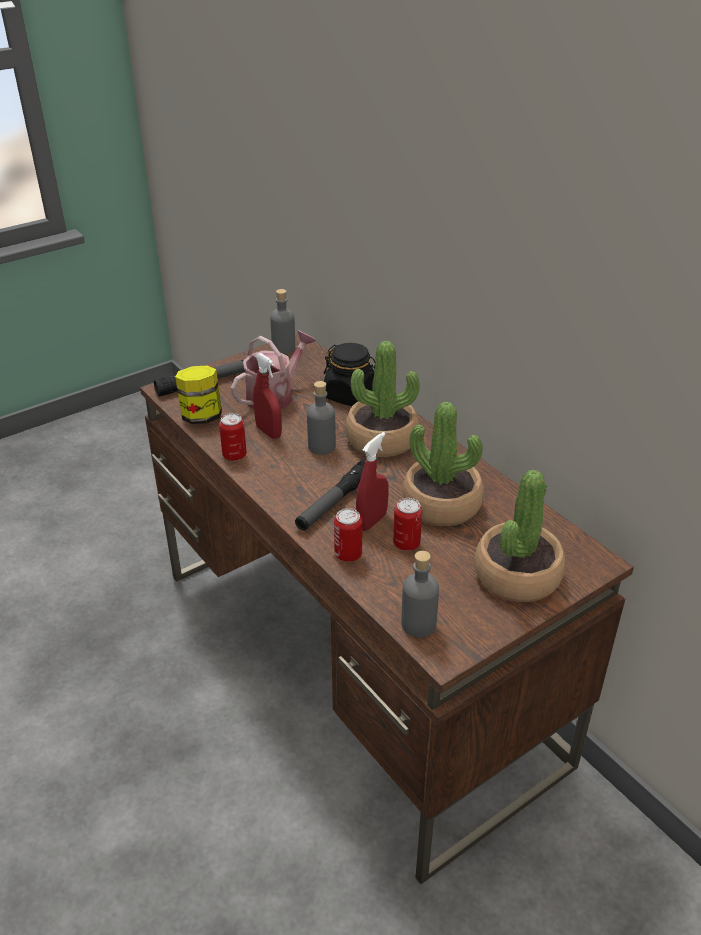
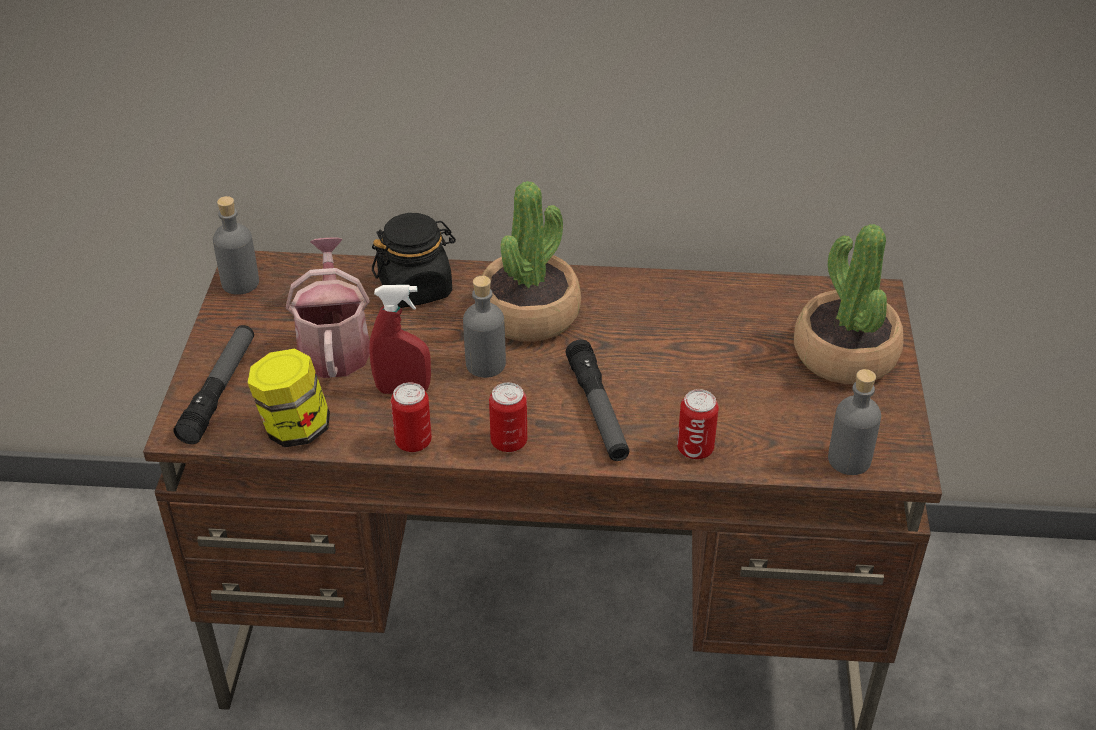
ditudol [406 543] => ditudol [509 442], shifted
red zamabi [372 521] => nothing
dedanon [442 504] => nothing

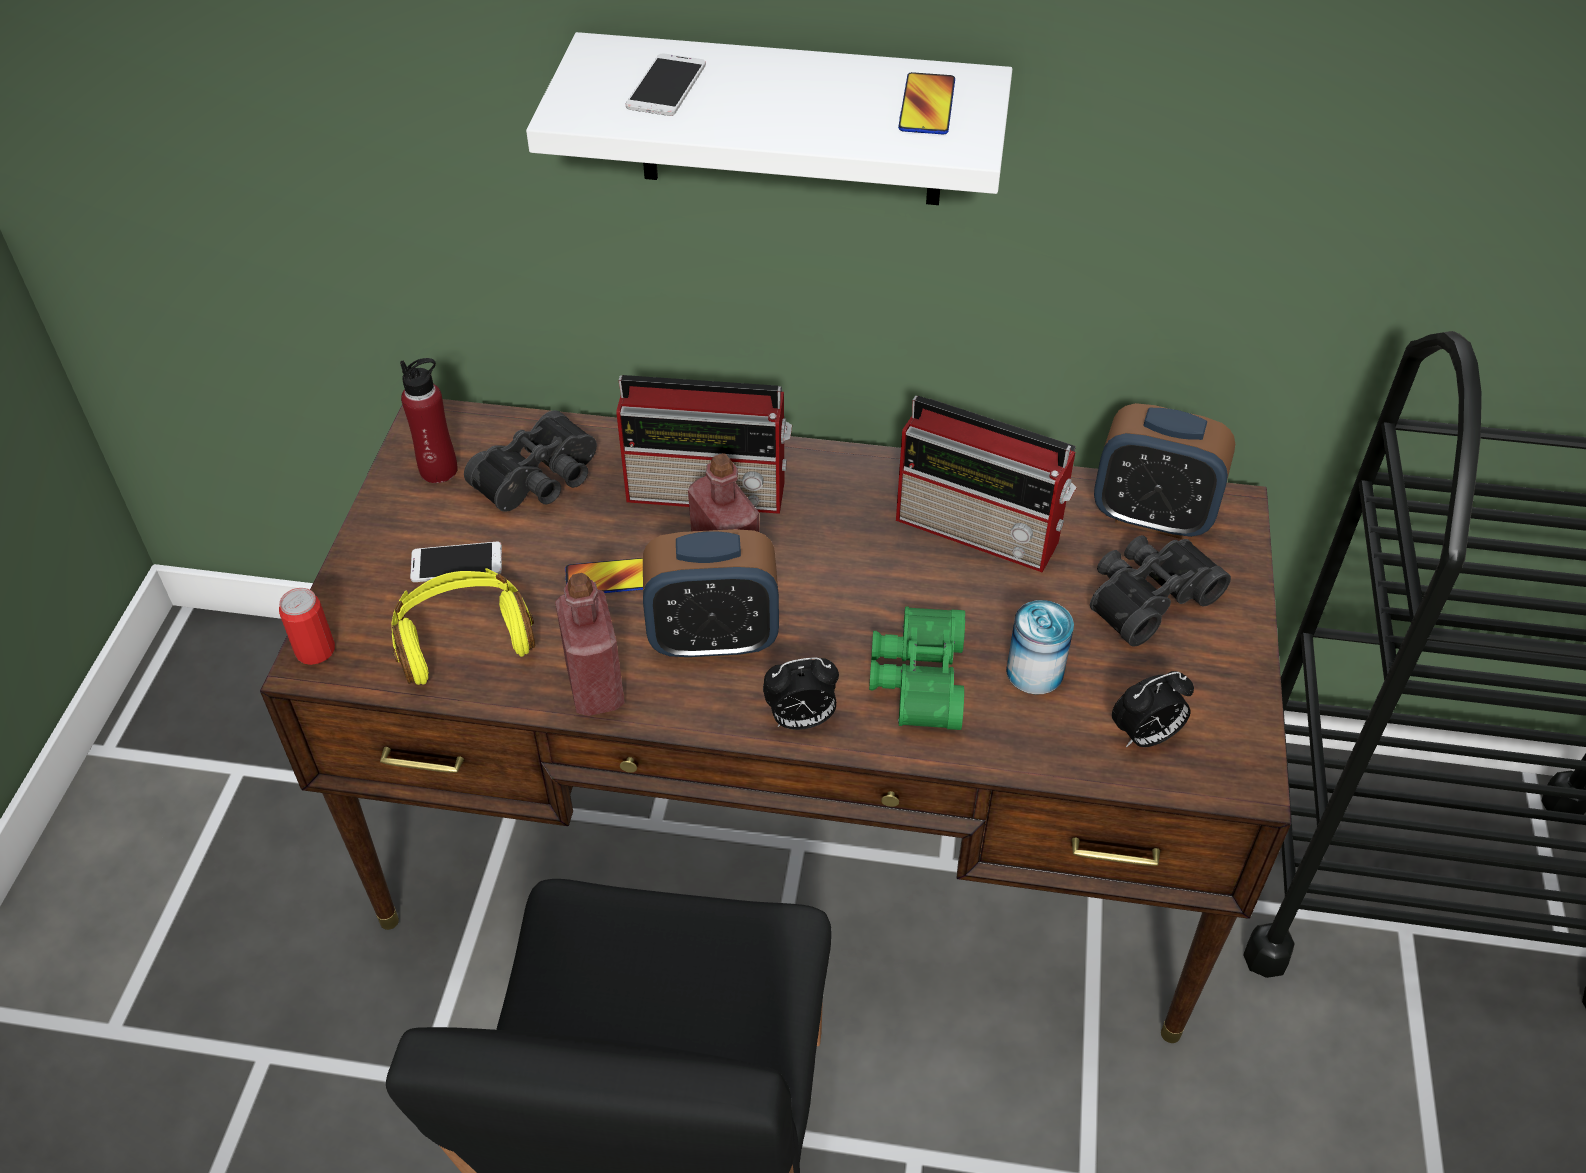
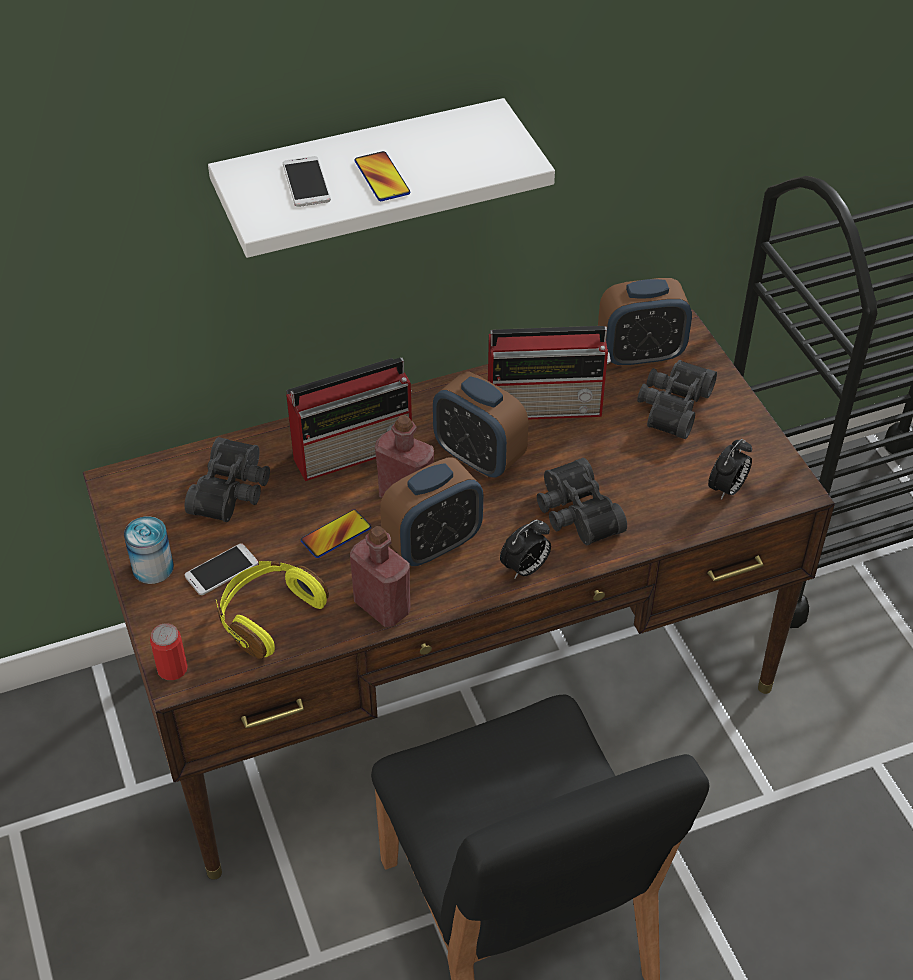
ditudol [1034 672] => ditudol [153 567], shifted
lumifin [926 106] => lumifin [382 178], shifted
nothing => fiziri [479 457]
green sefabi [915 679] => black sefabi [574 514]
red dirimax [439 470] => nothing

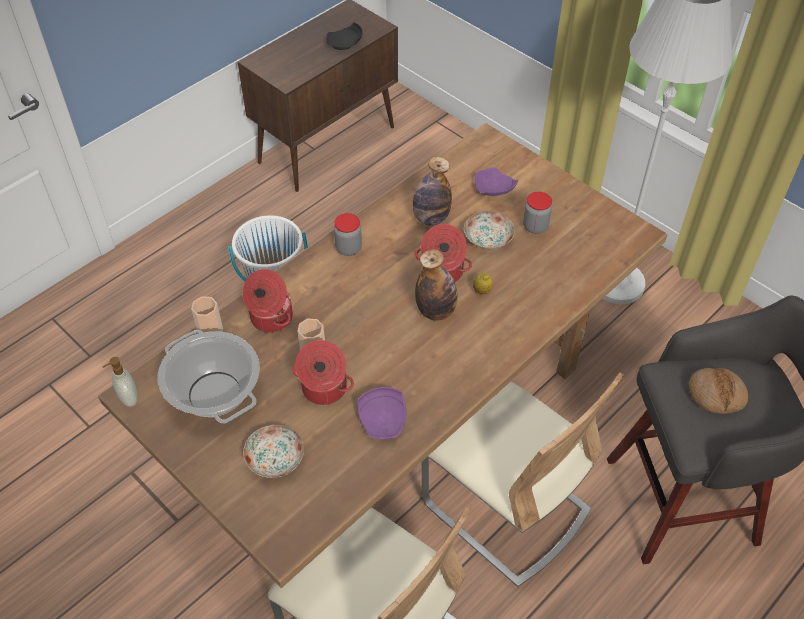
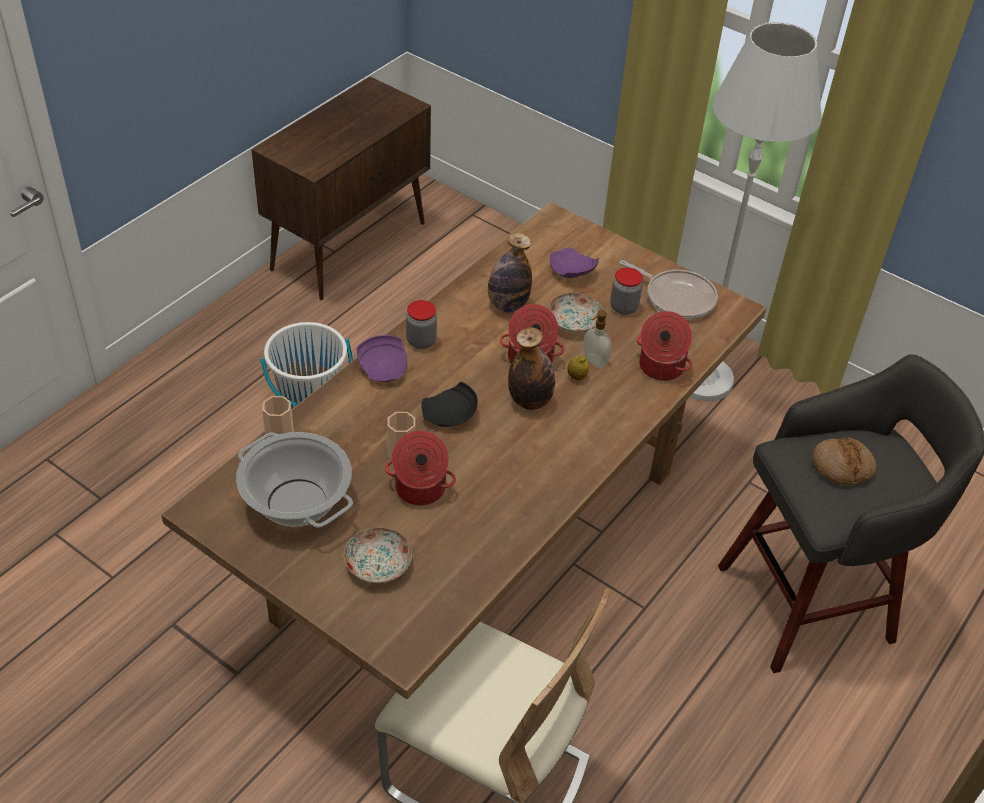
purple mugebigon [383 420] => purple mugebigon [384 368], shifted
black mugebigon [345 44] => black mugebigon [450 415], shifted
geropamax [128 398] => geropamax [594 361], shifted
nothing => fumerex [676 297]
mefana [270 318] => mefana [660 367], shifted
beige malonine [505 507] => nothing

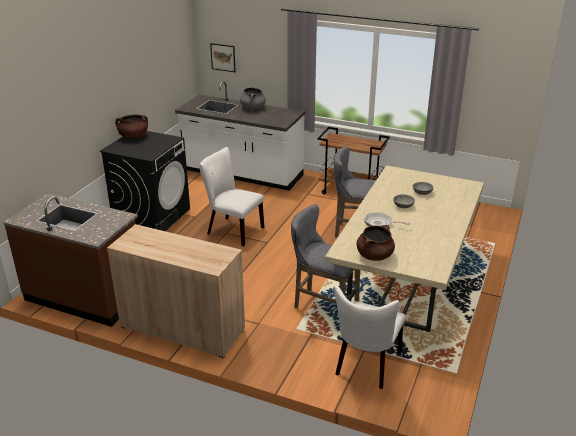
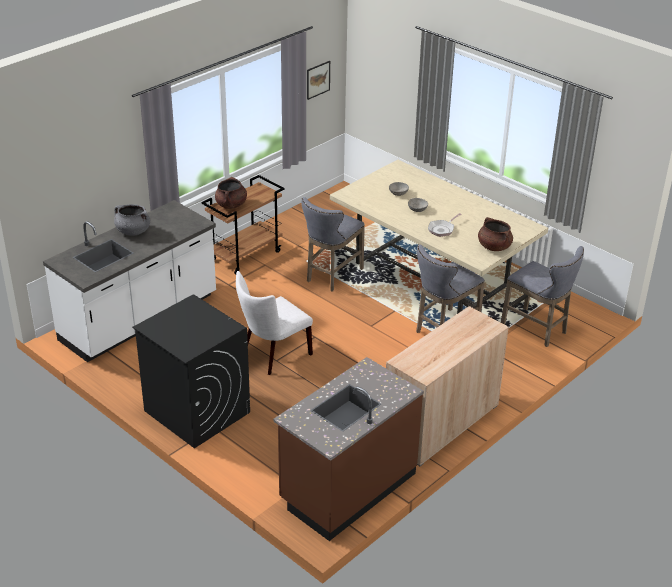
brown mefana [133 137] => brown mefana [231 205], shifted
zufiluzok [223 57] => zufiluzok [318 80], shifted
white malonine [366 366] => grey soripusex [537 329]

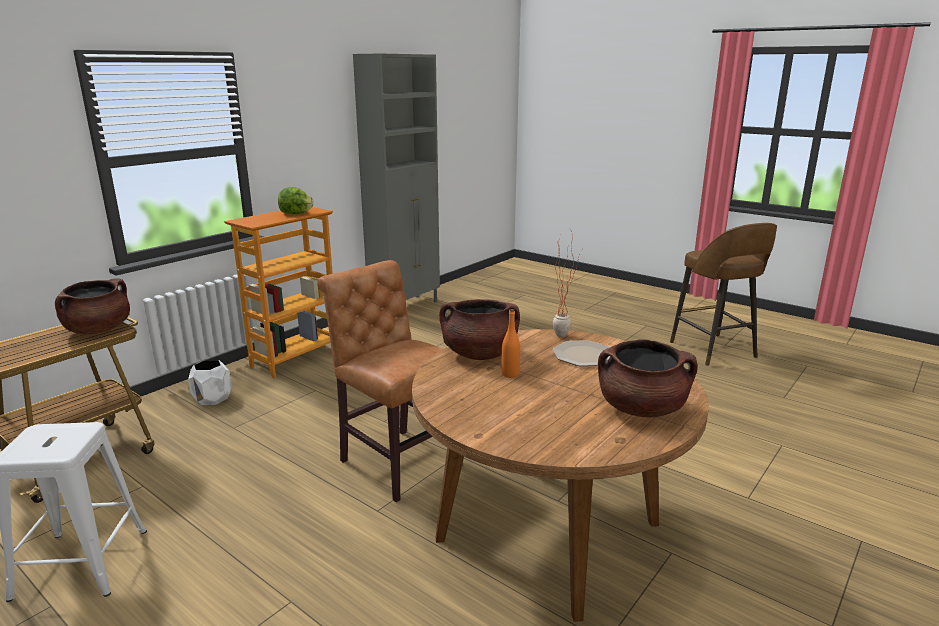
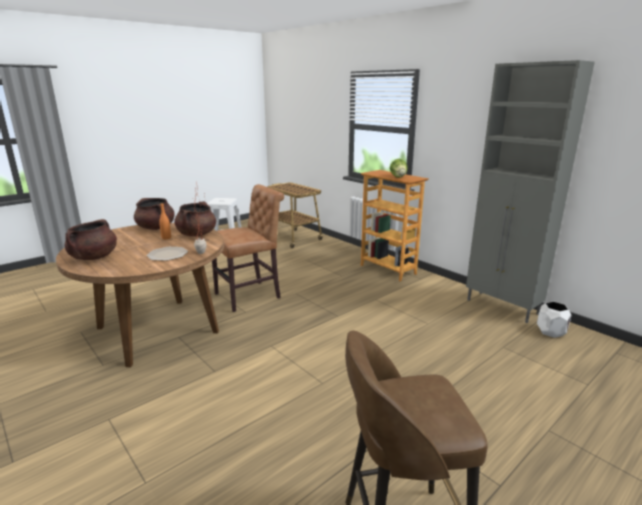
brown mefana [98 330] => brown mefana [156 228], shifted
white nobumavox [213 399] => white nobumavox [550 332], shifted

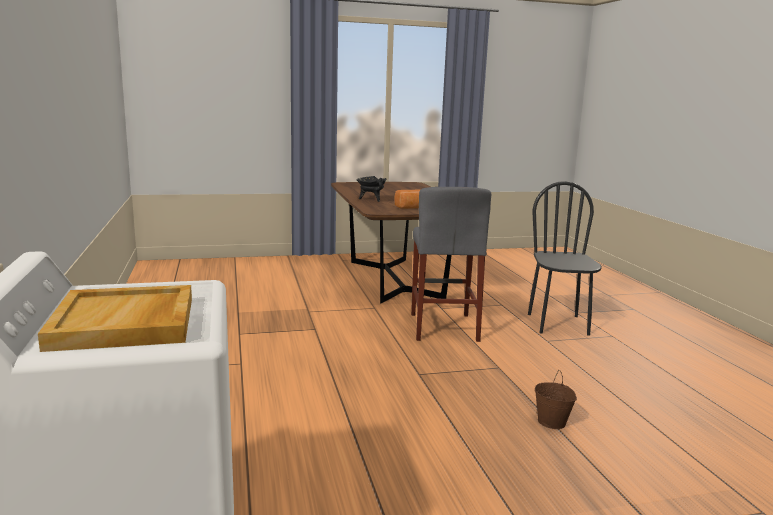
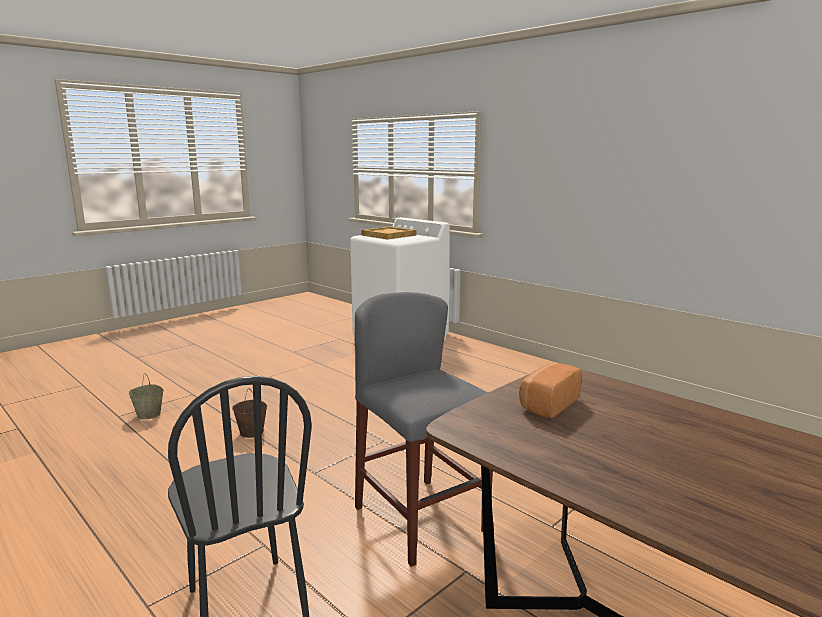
nothing => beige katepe [149 415]
black mefana [371 199] => nothing

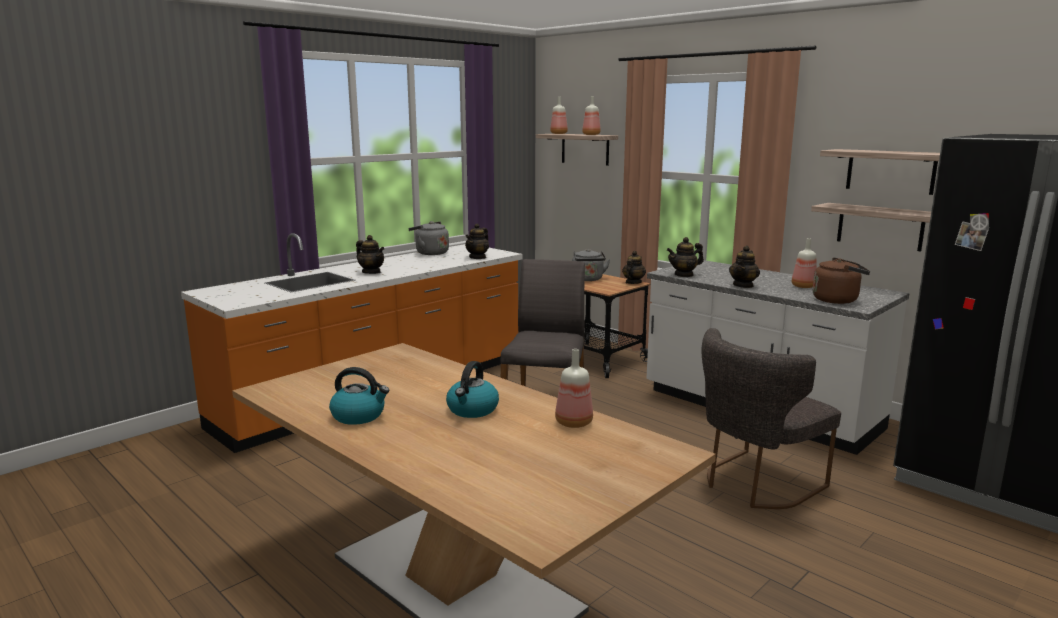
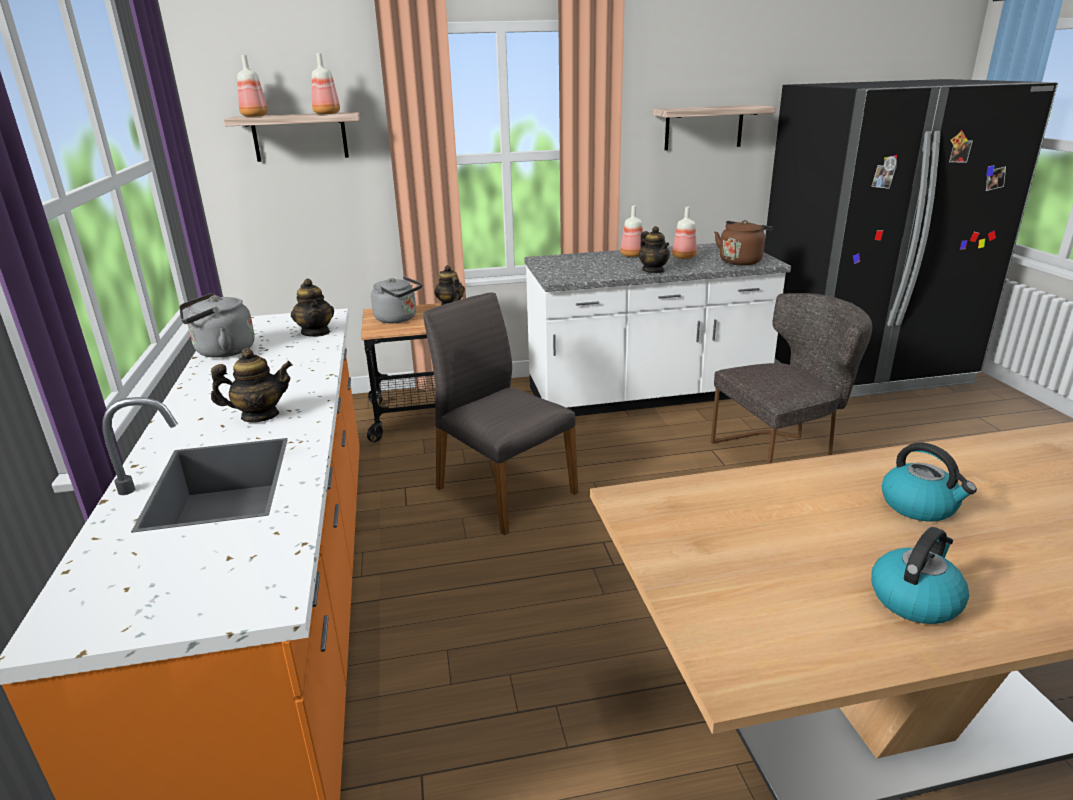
dirimax [572 423] => dirimax [632 255], shifted
grey malonine [755 484] => grey malonine [781 455], 105 degrees counterclockwise
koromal [684 275] => nothing
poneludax [880 226] => nothing

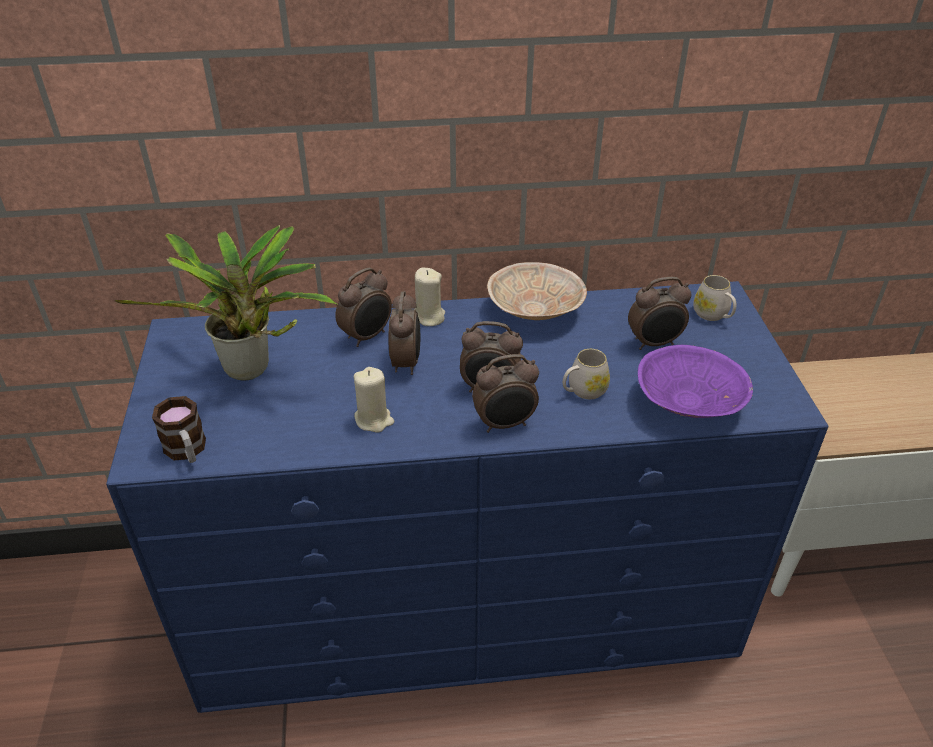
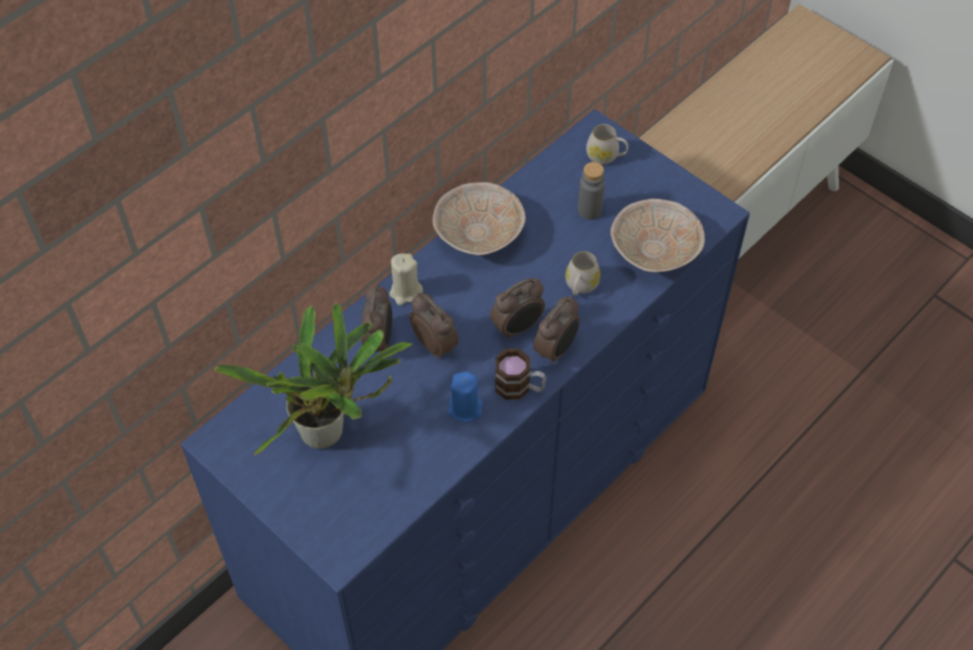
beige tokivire [374 420] => blue tokivire [465 408]
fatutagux [187 451] => fatutagux [519 387], shifted
fiziri [654 343] => grey dirimax [589 210]
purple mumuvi [690 403] => beige mumuvi [655 249]

